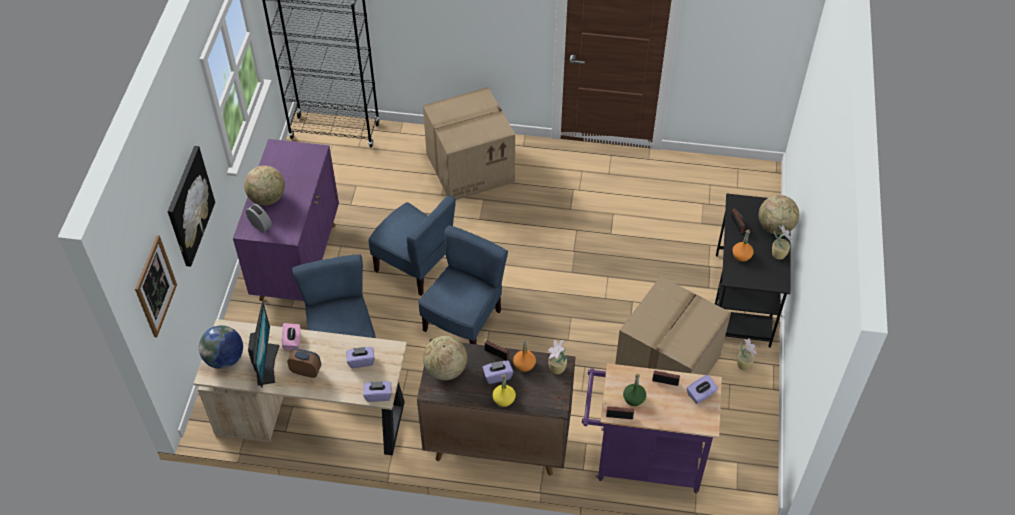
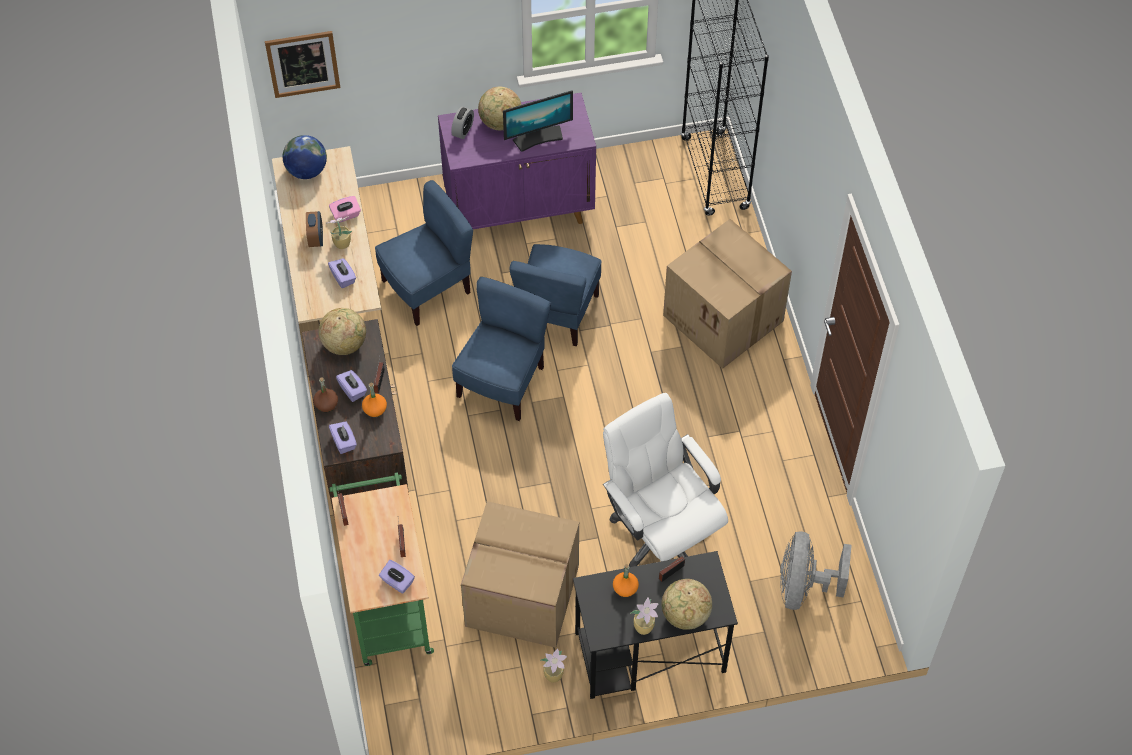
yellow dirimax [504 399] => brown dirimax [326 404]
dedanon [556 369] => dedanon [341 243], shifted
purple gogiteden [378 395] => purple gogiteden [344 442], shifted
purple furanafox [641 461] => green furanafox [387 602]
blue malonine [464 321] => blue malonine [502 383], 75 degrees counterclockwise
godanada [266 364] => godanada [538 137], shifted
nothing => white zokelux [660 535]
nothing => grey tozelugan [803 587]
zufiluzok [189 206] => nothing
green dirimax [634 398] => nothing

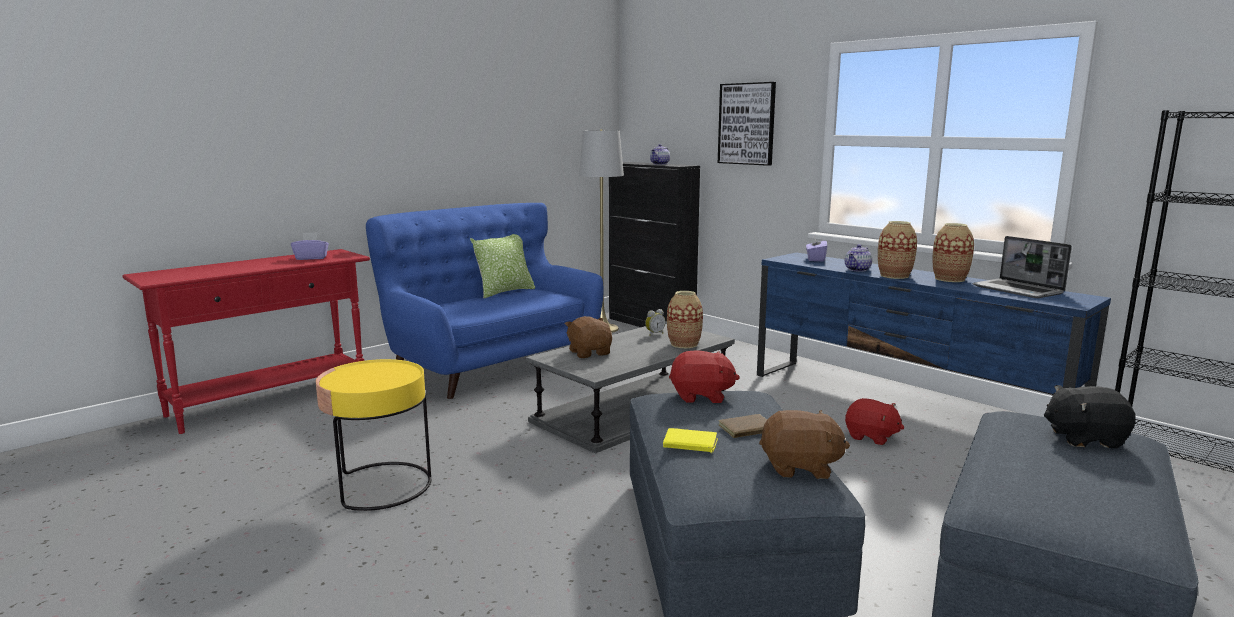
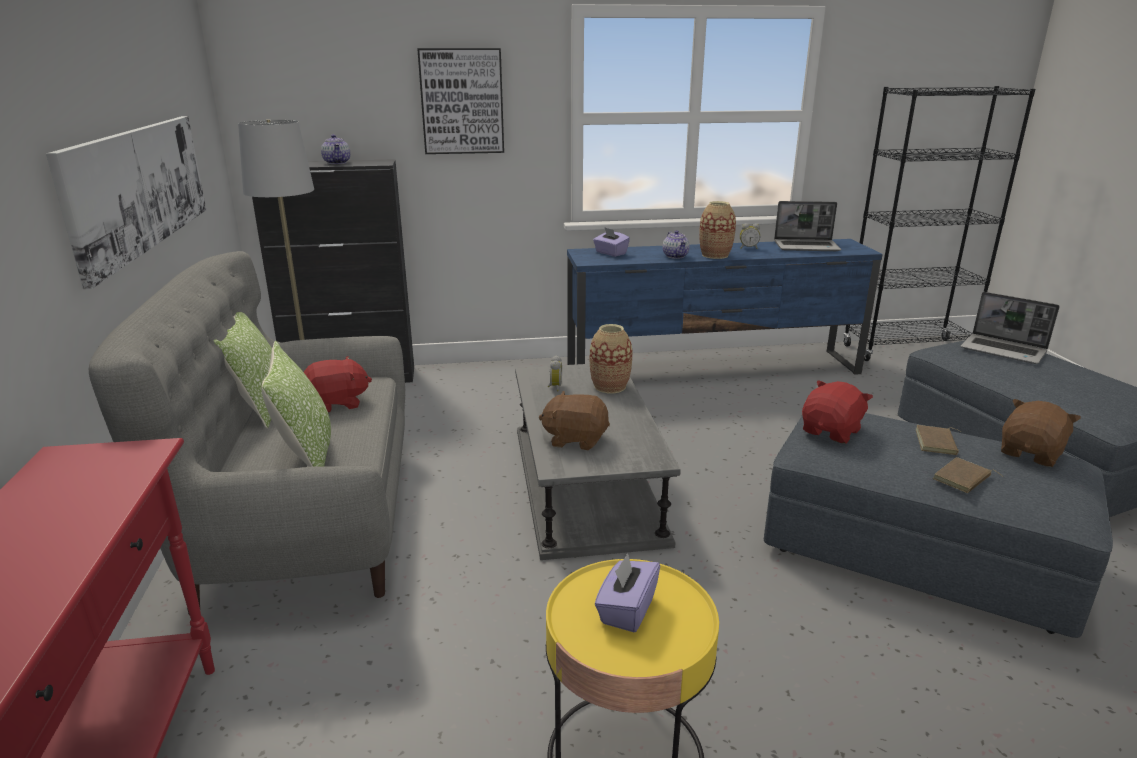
nothing => zufiluzok [139 188]
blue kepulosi [492 364] => grey kepulosi [303 518]
nothing => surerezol [307 456]
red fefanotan [871 437] => red fefanotan [337 403], shifted
purple gogiteden [311 258] => purple gogiteden [626 610], shifted
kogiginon [950 279] => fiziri [748 248]
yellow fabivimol [690 444] => brown fabivimol [963 479]
black fefanotan [1084 438] => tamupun [1004 350]

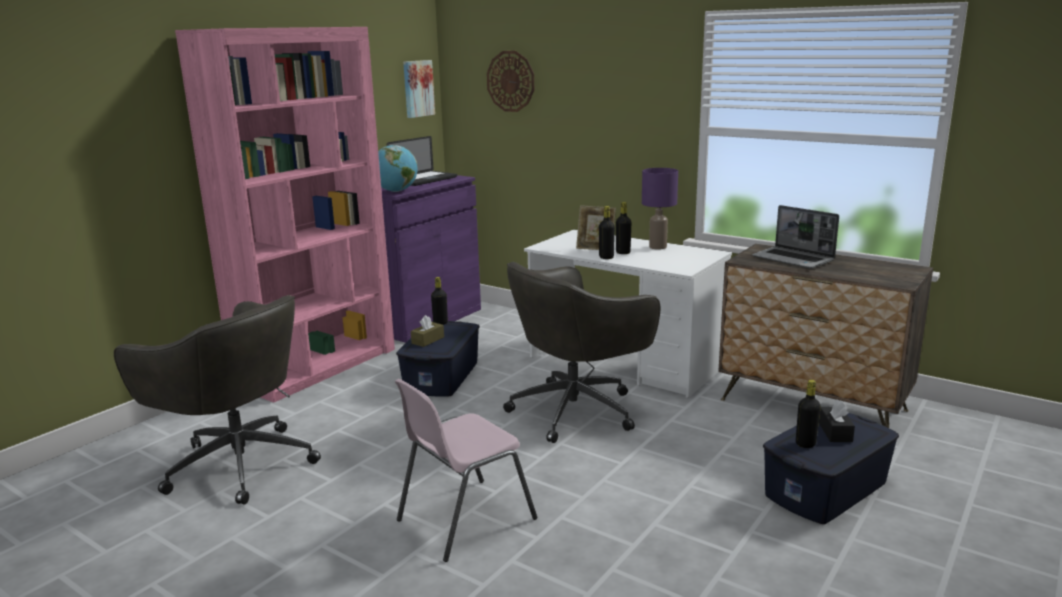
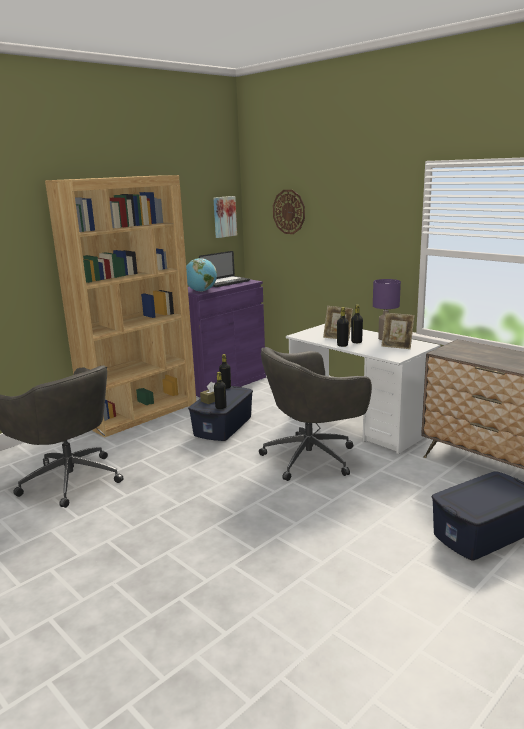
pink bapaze [317 366] => brown bapaze [140 413]
black dirimax [805 444] => black dirimax [221 407], shifted
nothing => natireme [397 346]
pink malonine [463 519] => nothing
tamupun [794 259] => nothing
black gogiteden [835 432] => nothing

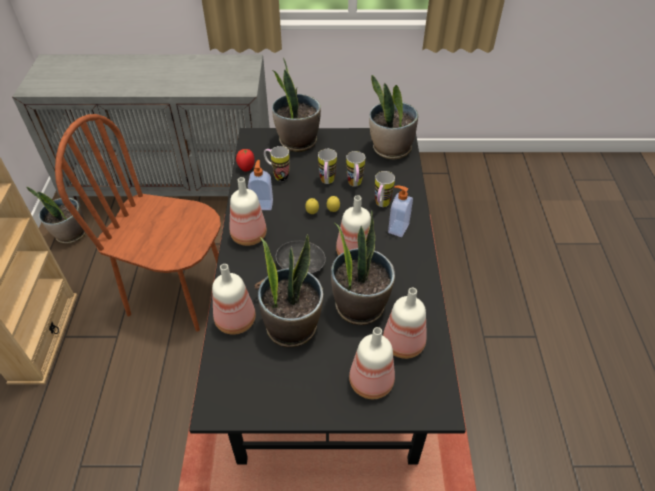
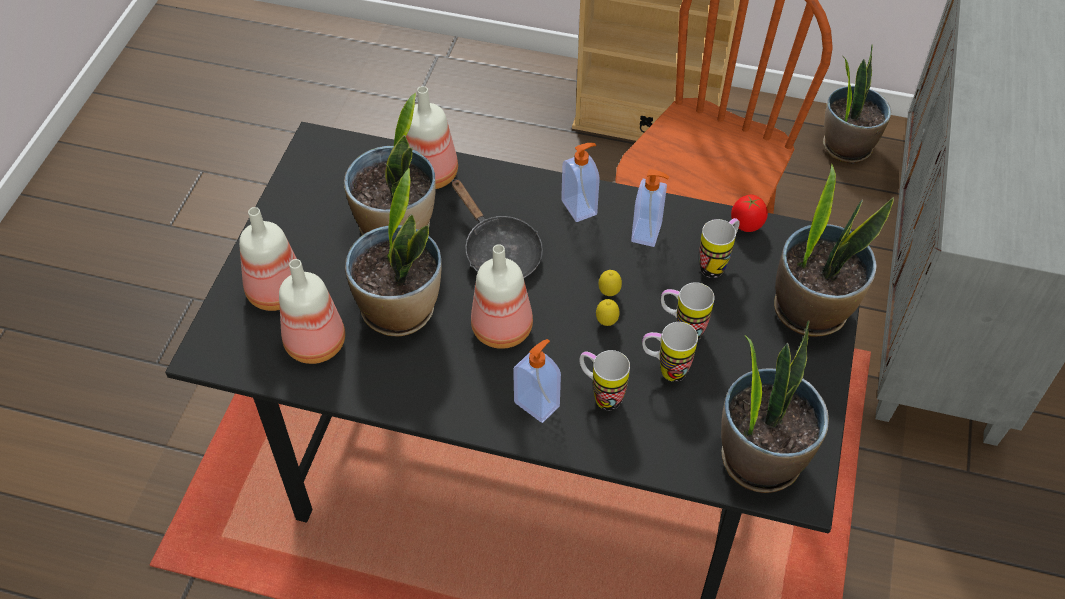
dirimax [248 236] => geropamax [580 207]

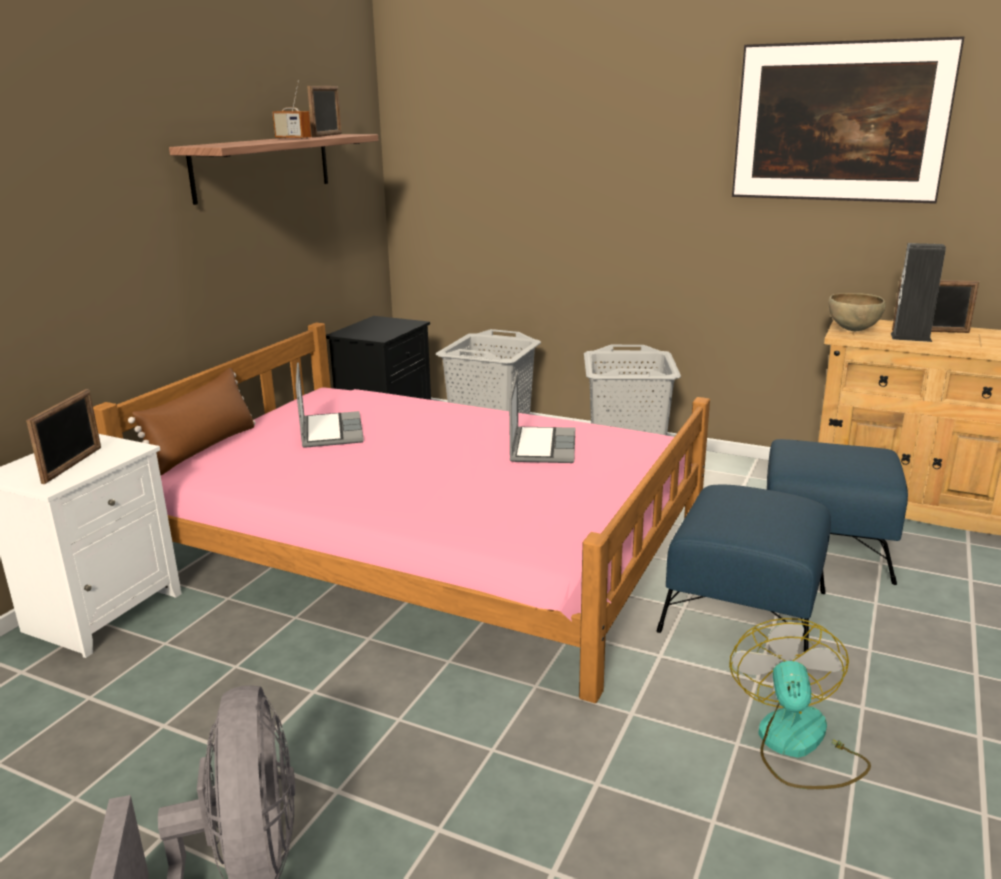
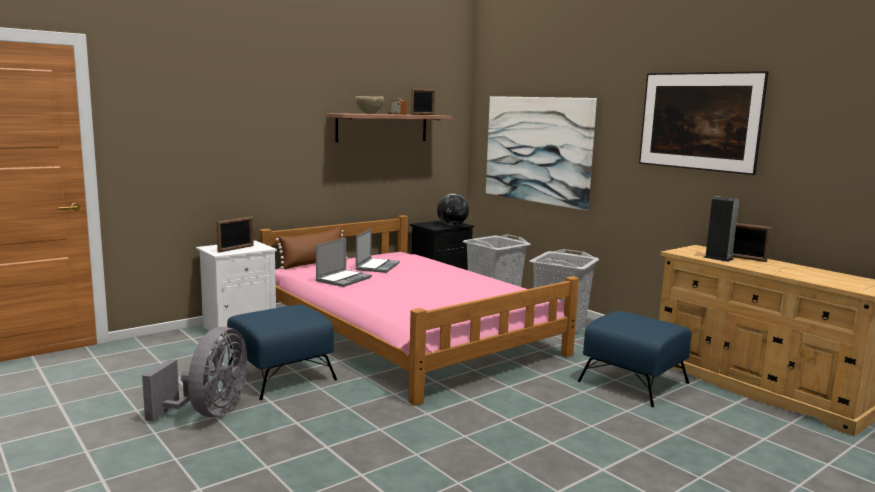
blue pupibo [744 611] => blue pupibo [281 375], shifted
tamupun [541 446] => tamupun [343 279], shifted
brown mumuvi [852 330] => brown mumuvi [369 114], shifted
nothing => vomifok [452 225]
nothing => zufiluzok [537 149]
tozelugan [797 745] => nothing

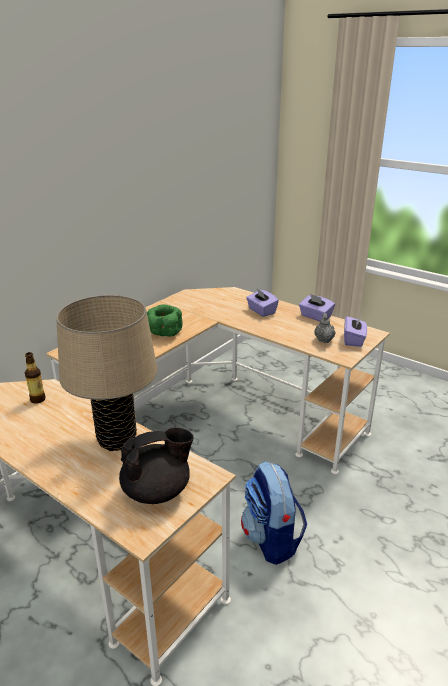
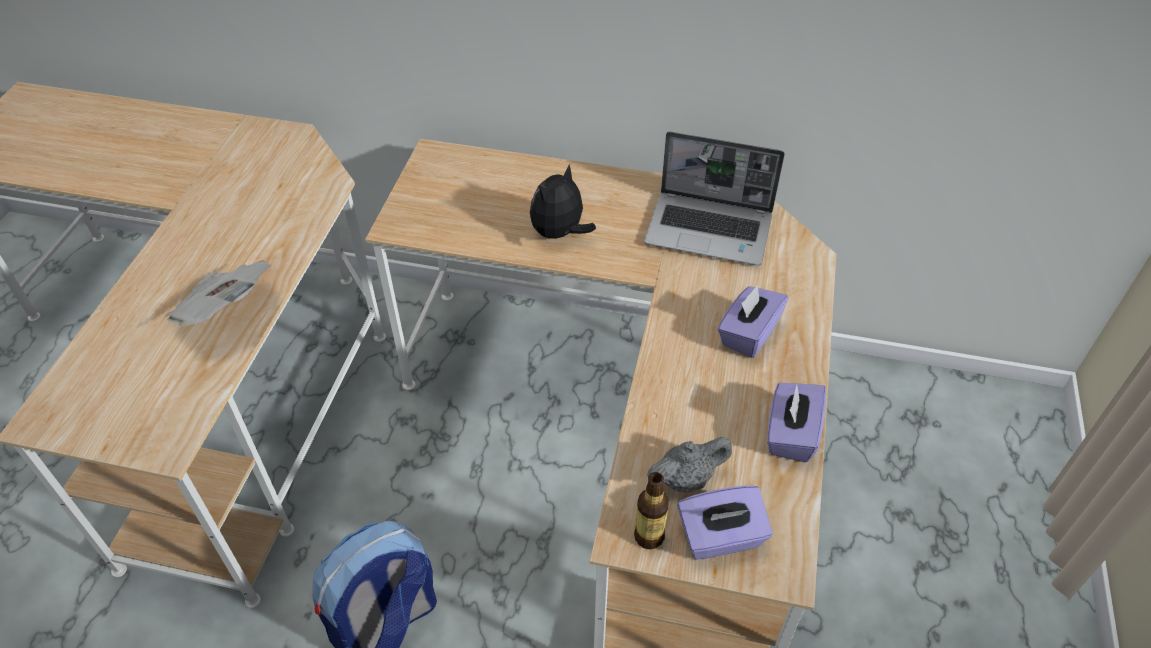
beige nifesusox [117 439] => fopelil [226 311]
green mumuvi [164 333] => fefanotan [559 233]
dirimax [38 399] => dirimax [649 536], shifted
nothing => tamupun [710 229]
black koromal [157 491] => nothing

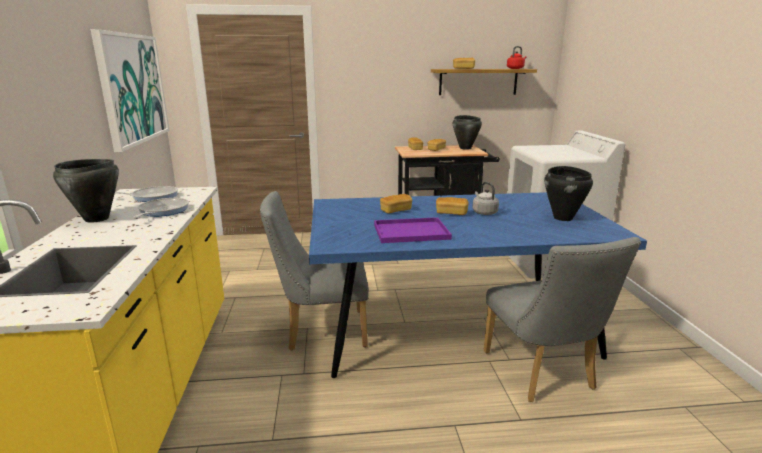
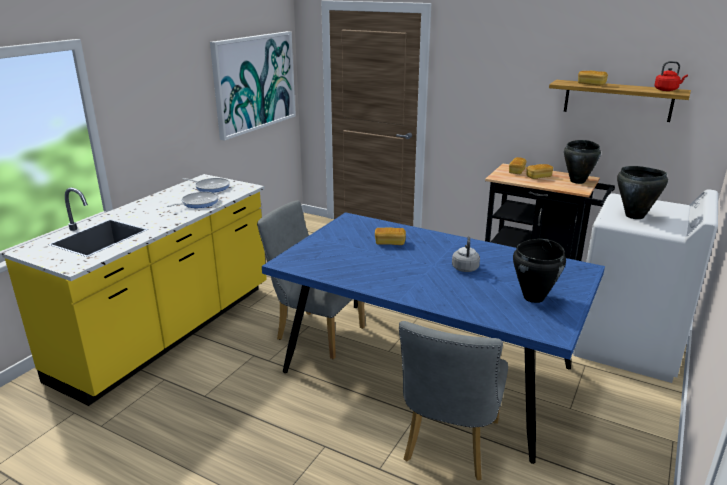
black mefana [97 219] => black mefana [634 216], shifted
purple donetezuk [412 231] => nothing
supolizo [451 213] => nothing

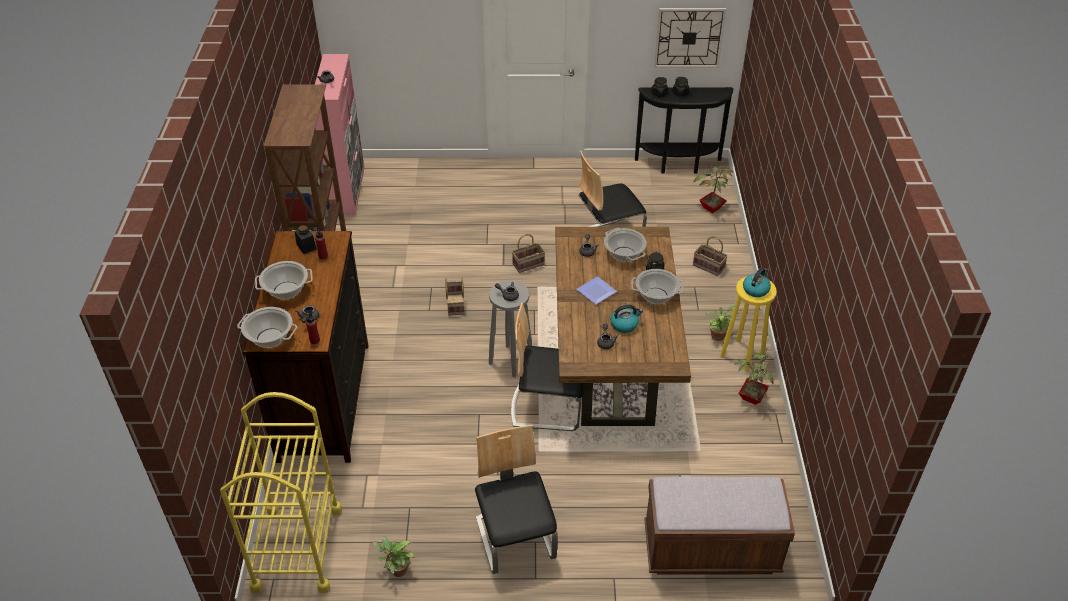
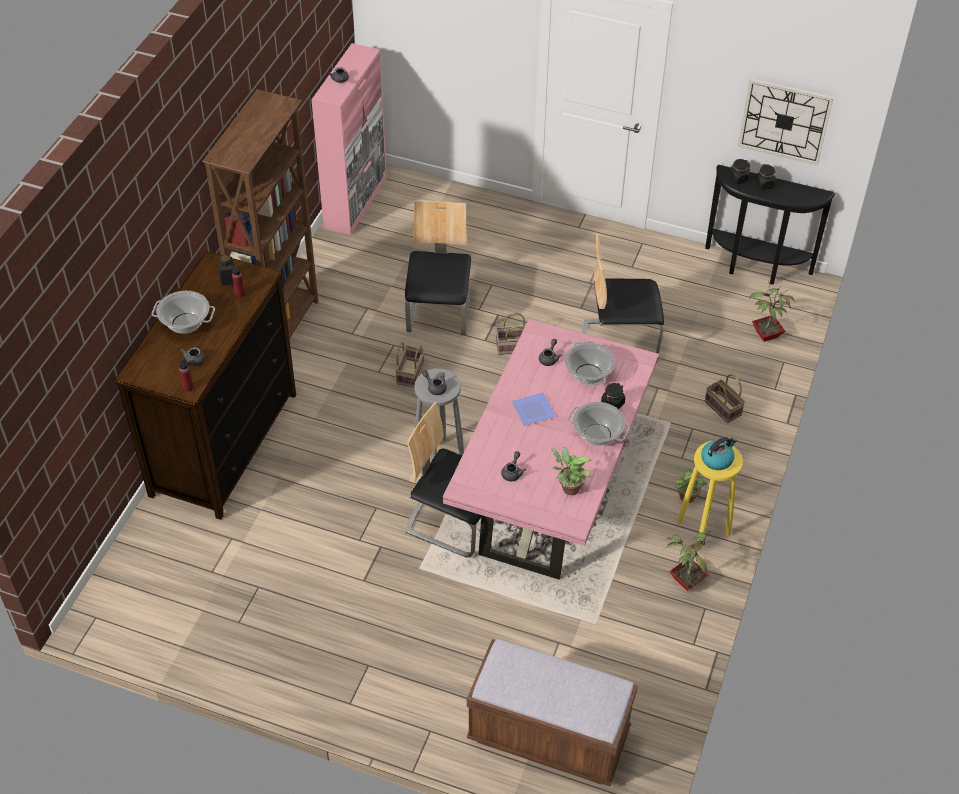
malonine [515 538] => malonine [439 313], shifted
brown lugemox [612 362] => pink lugemox [550 491]
dedanon [396 570] => dedanon [568 488], shifted
yellow furanafox [297 548] => nothing
mefana [269 338] => nothing
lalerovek [624 324] => nothing

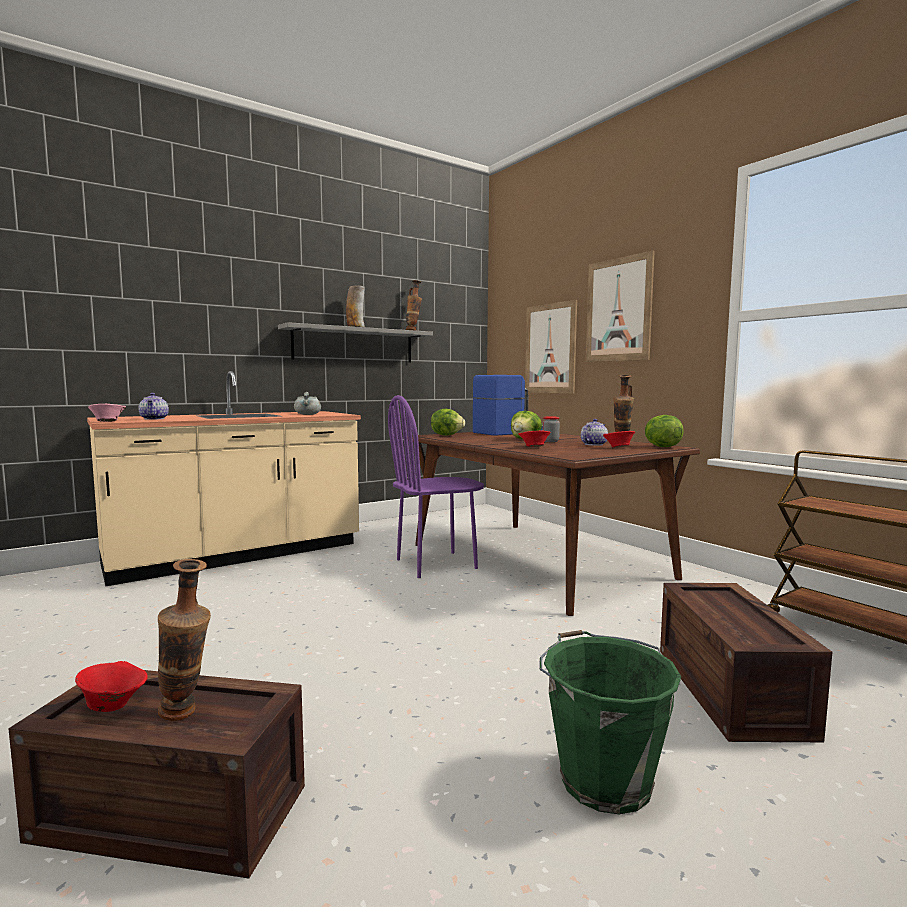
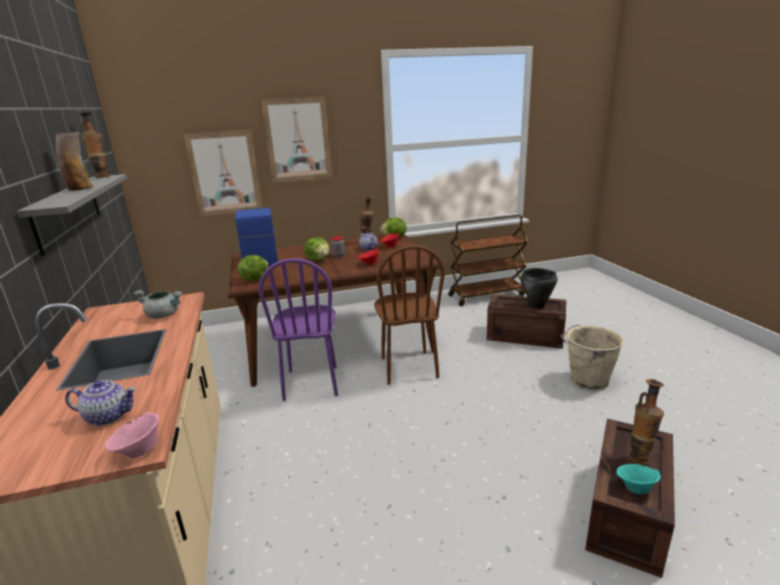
nothing => brown malonine [408 367]
nothing => black mefana [537 306]
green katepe [603 778] => beige katepe [587 380]
red mumuvi [113 705] => turquoise mumuvi [635 488]

